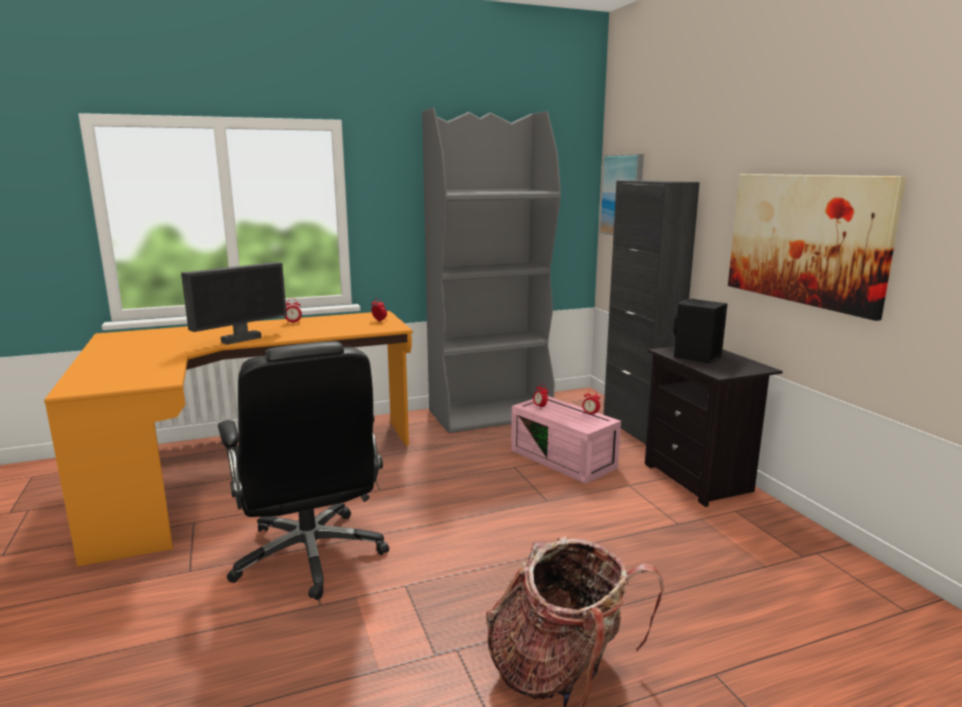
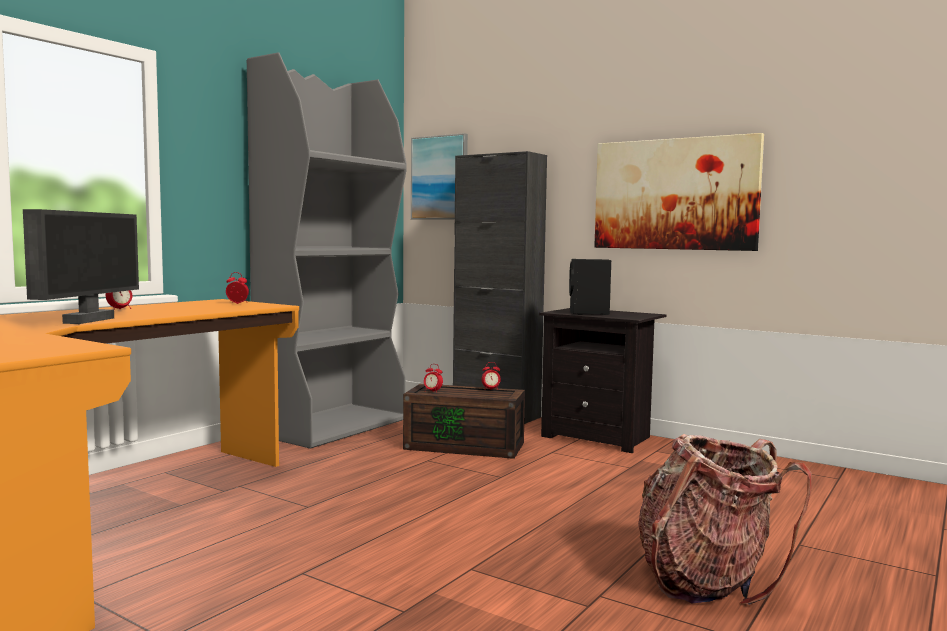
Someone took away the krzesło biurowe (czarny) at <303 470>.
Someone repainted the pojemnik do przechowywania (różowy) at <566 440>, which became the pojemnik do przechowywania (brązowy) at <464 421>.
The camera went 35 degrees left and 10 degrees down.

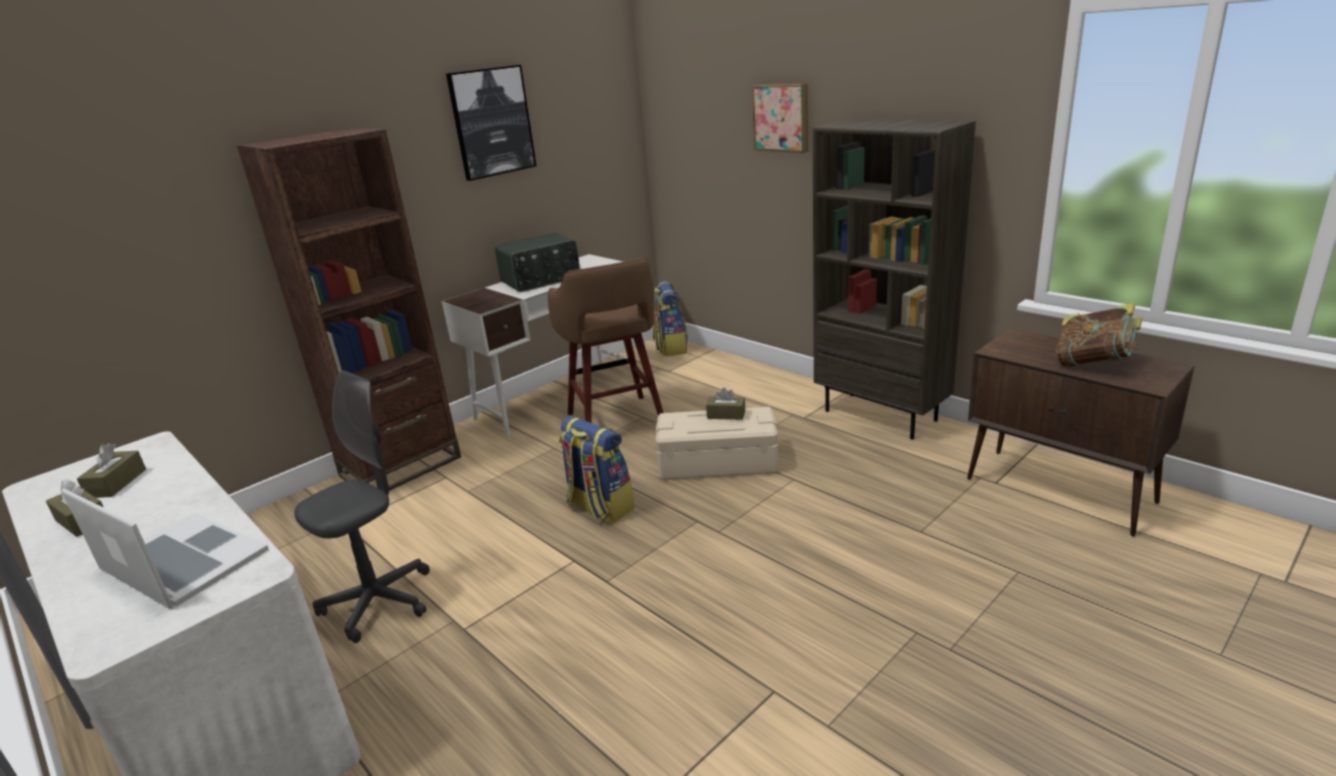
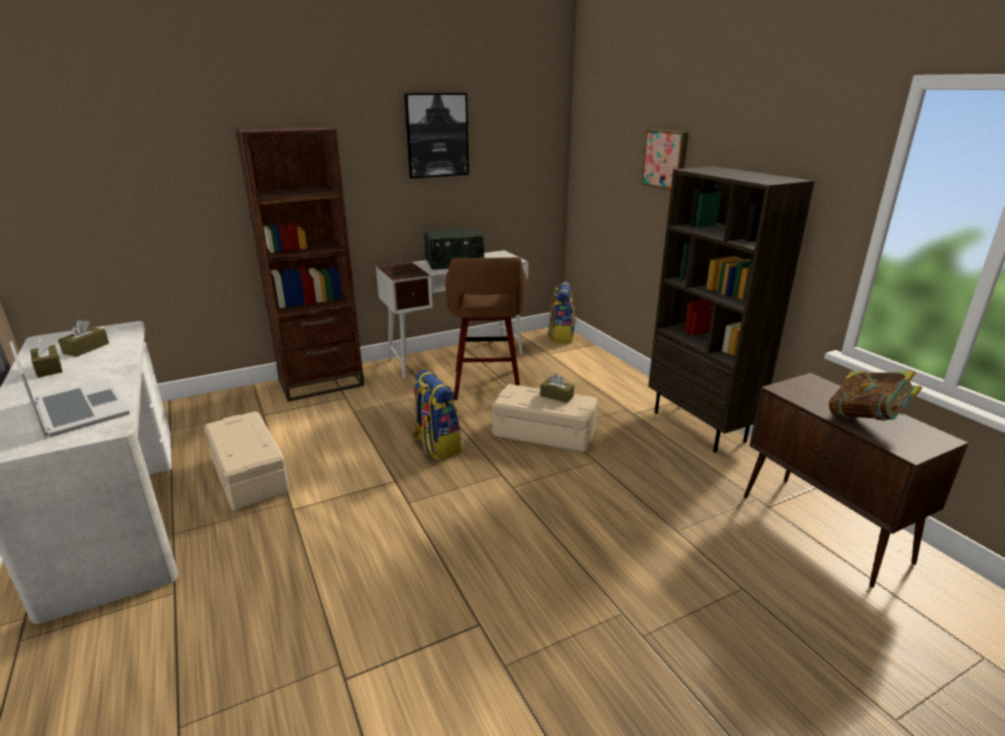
Someone swapped the krzesło biurowe (szary) at <362 506> for the pojemnik do przechowywania (beżowy) at <247 460>.
The camera went 15 degrees right and 0 degrees up.

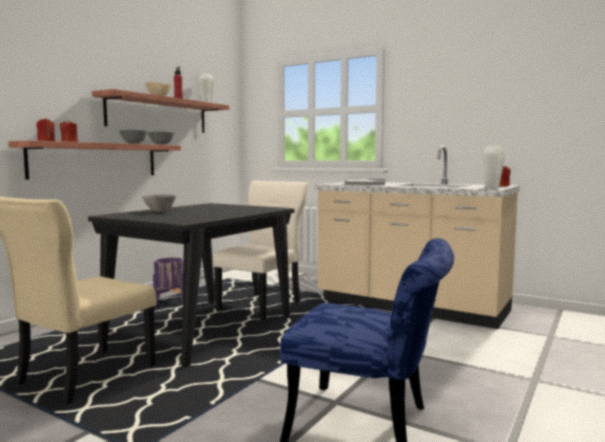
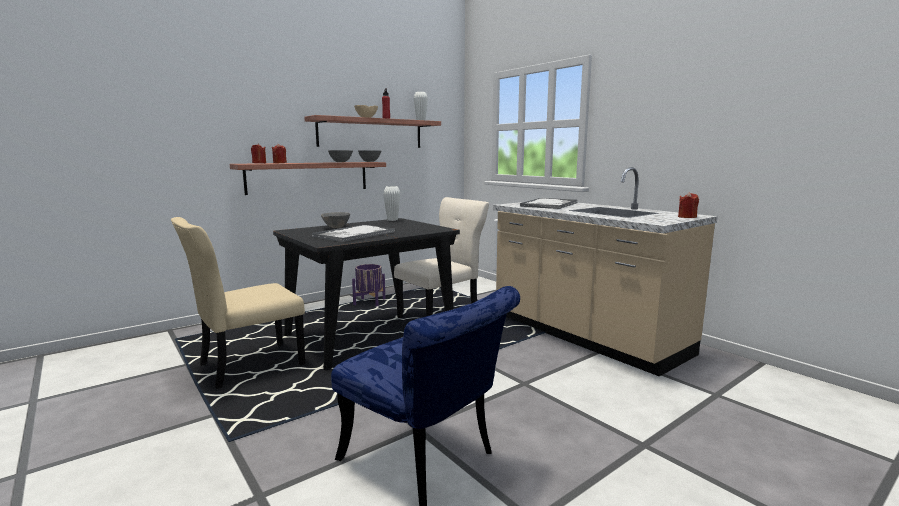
Someone carried the wazon (biały) from <494 167> to <391 203>.
Someone put down the taca at <353 233>.
The camera went 20 degrees right and 5 degrees up.

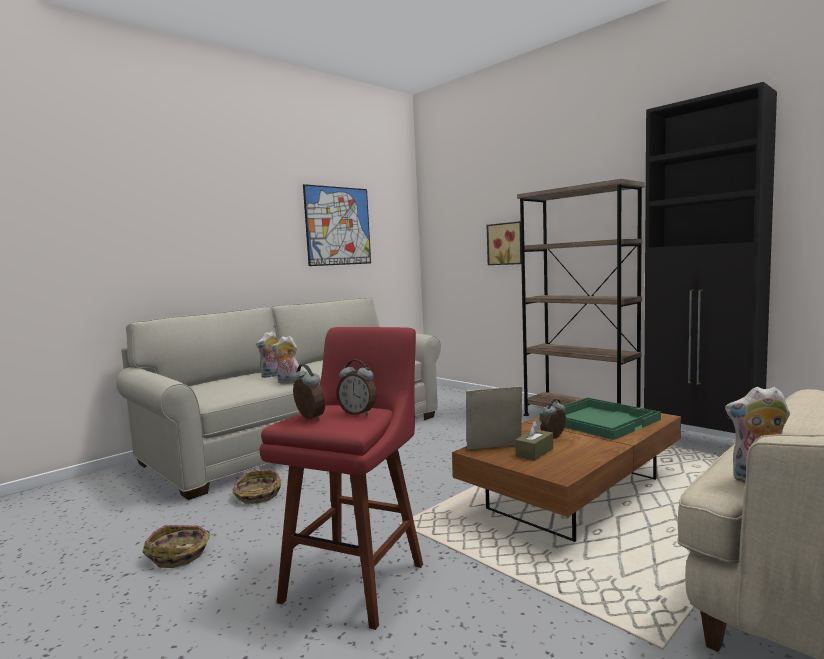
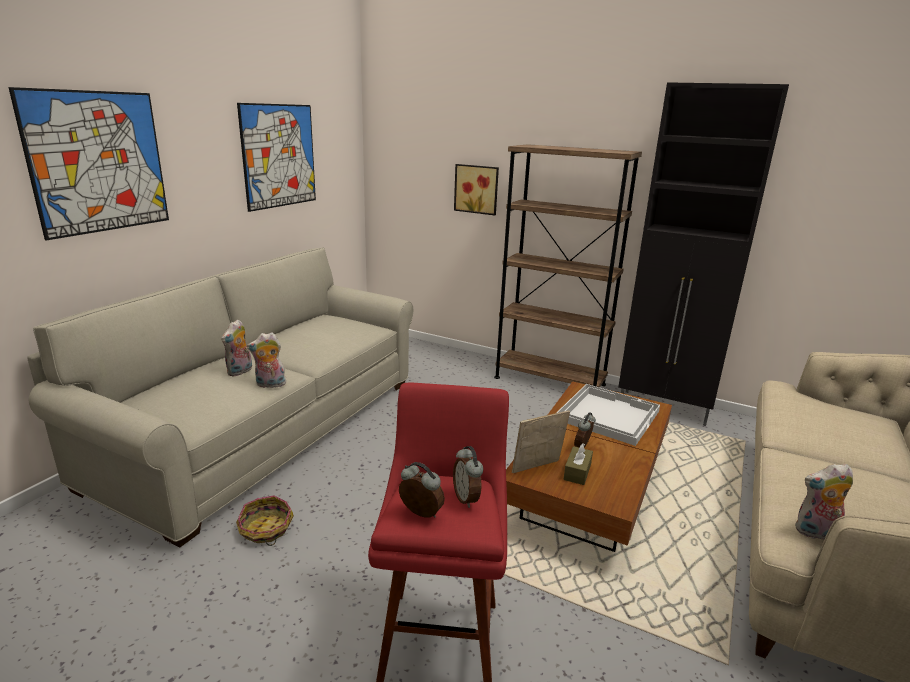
Someone took away the koszyk at <176 546>.
Someone rotated the budzik at <356 387> by 60 degrees clockwise.
Someone repainted the taca (zielony) at <600 419>, which became the taca (biały) at <608 415>.
Someone put up the obraz at <88 164>.
The camera went 20 degrees left and 15 degrees up.

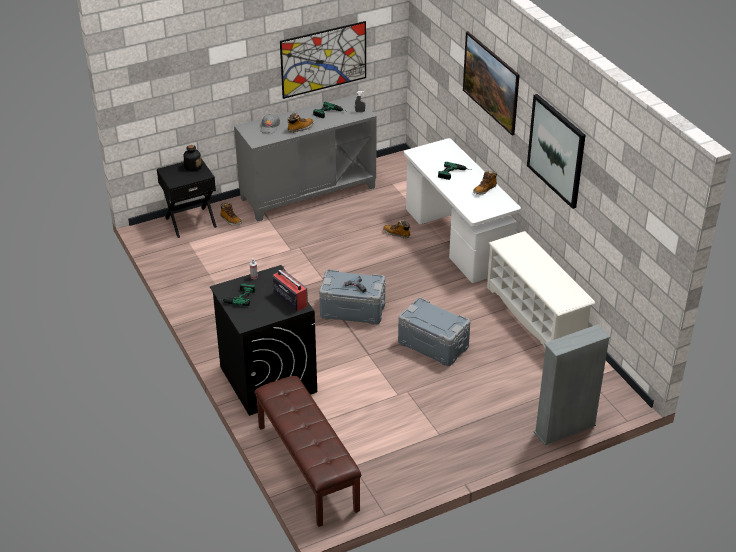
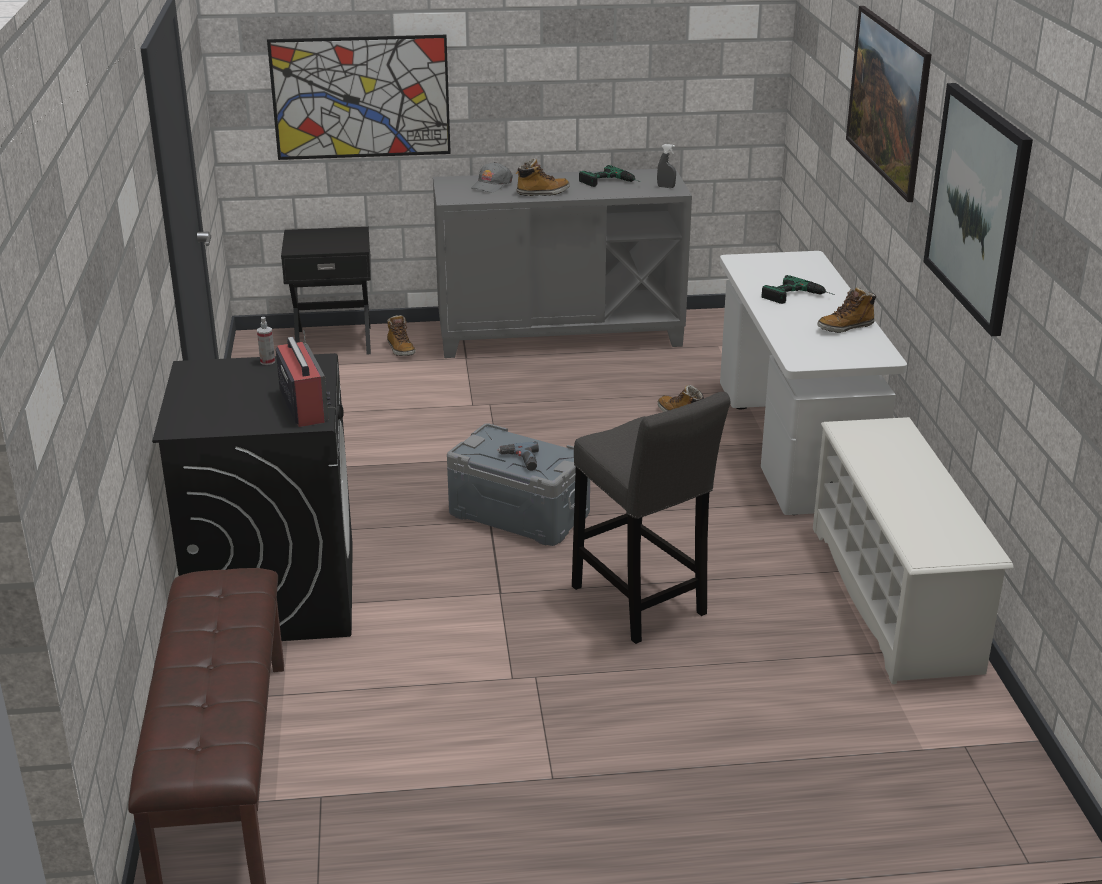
Someone took away the butelka at <193 158>.
Someone took away the wiertarka at <236 294>.
Someone carried the obraz from <323 60> to <359 97>.
Someone swapped the pojemnik do przechowywania (szary) at <434 331> for the stołek (szary) at <651 518>.
Someone took away the regał (szary) at <572 384>.
The camera went 20 degrees right and 10 degrees down.

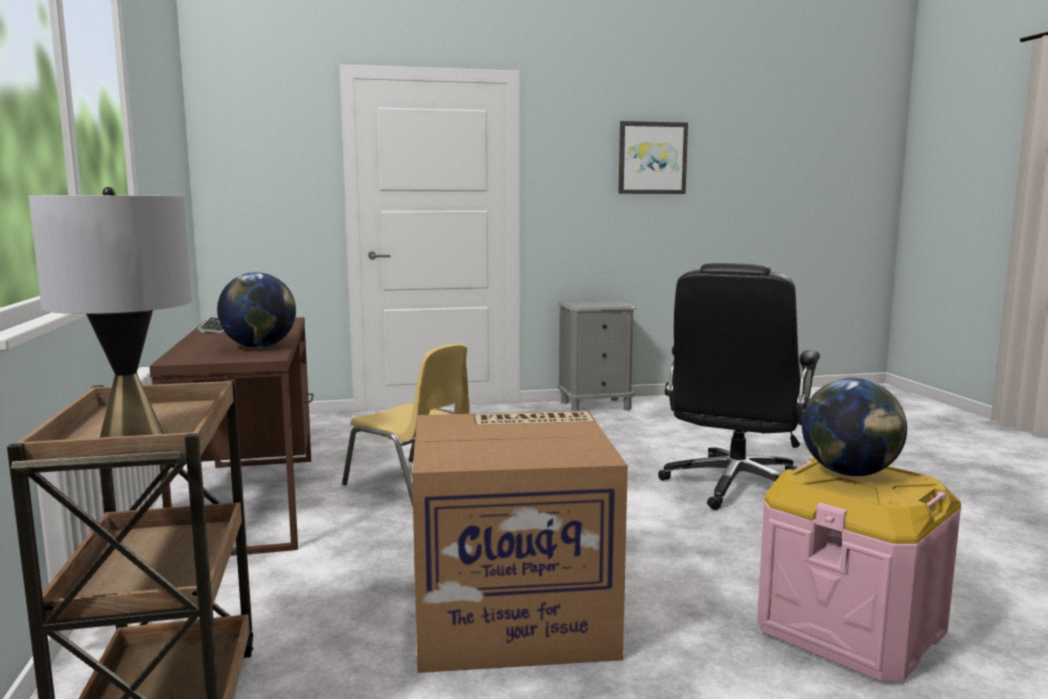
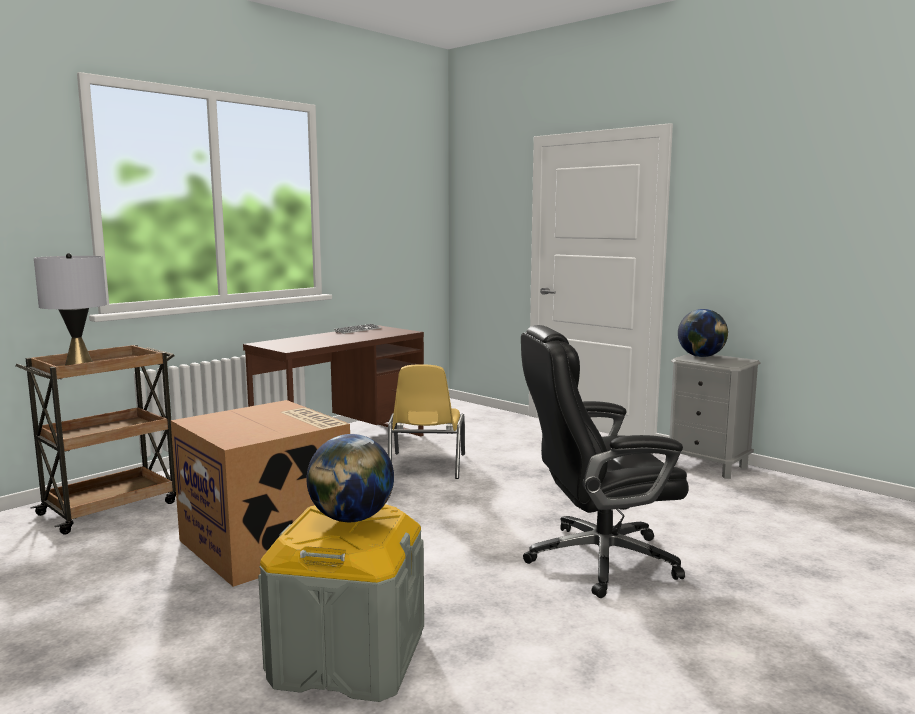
Someone carried the globus from <256 310> to <703 333>.
Someone took away the obraz at <653 157>.
Someone repainted the pojemnik do przechowywania (różowy) at <859 569>, which became the pojemnik do przechowywania (szary) at <341 603>.
The camera went 55 degrees right and 0 degrees up.

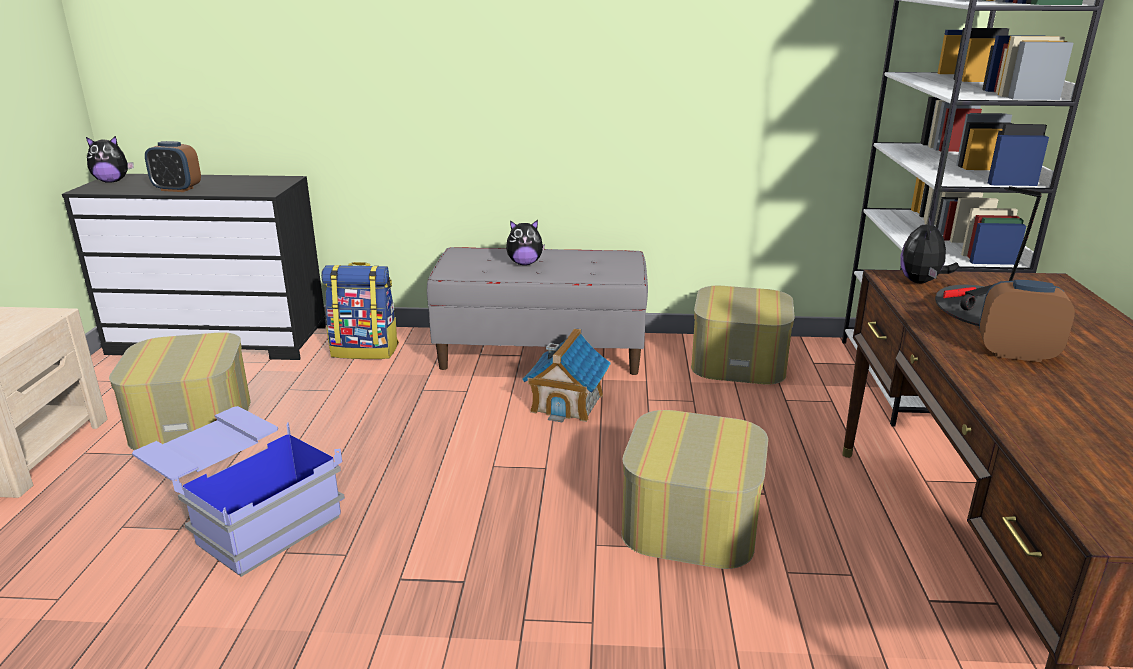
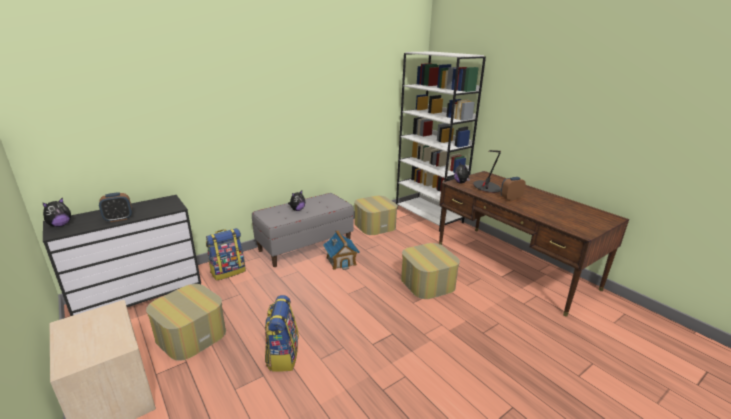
Someone swapped the pojemnik do przechowywania (niebieski) at <238 491> for the plecak at <282 333>.
The camera went 40 degrees left and 0 degrees up.

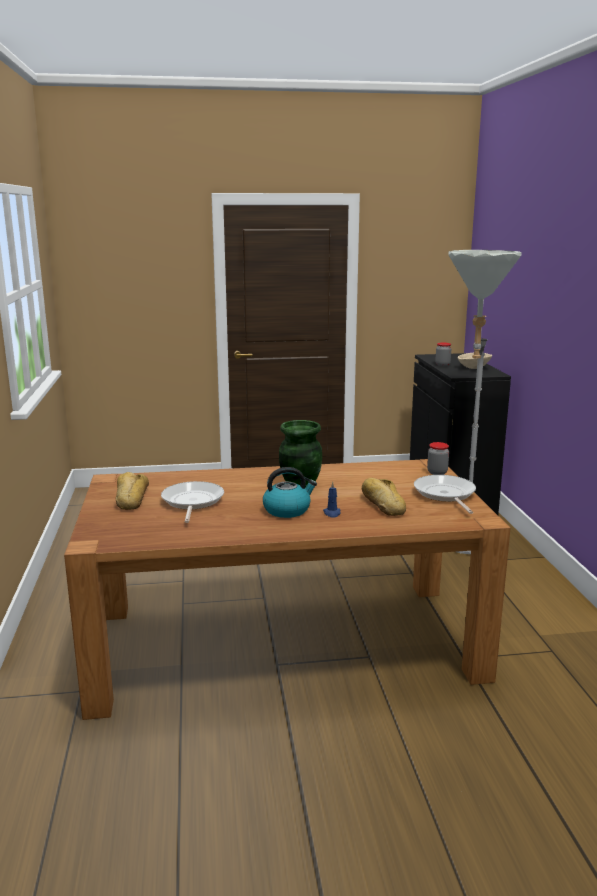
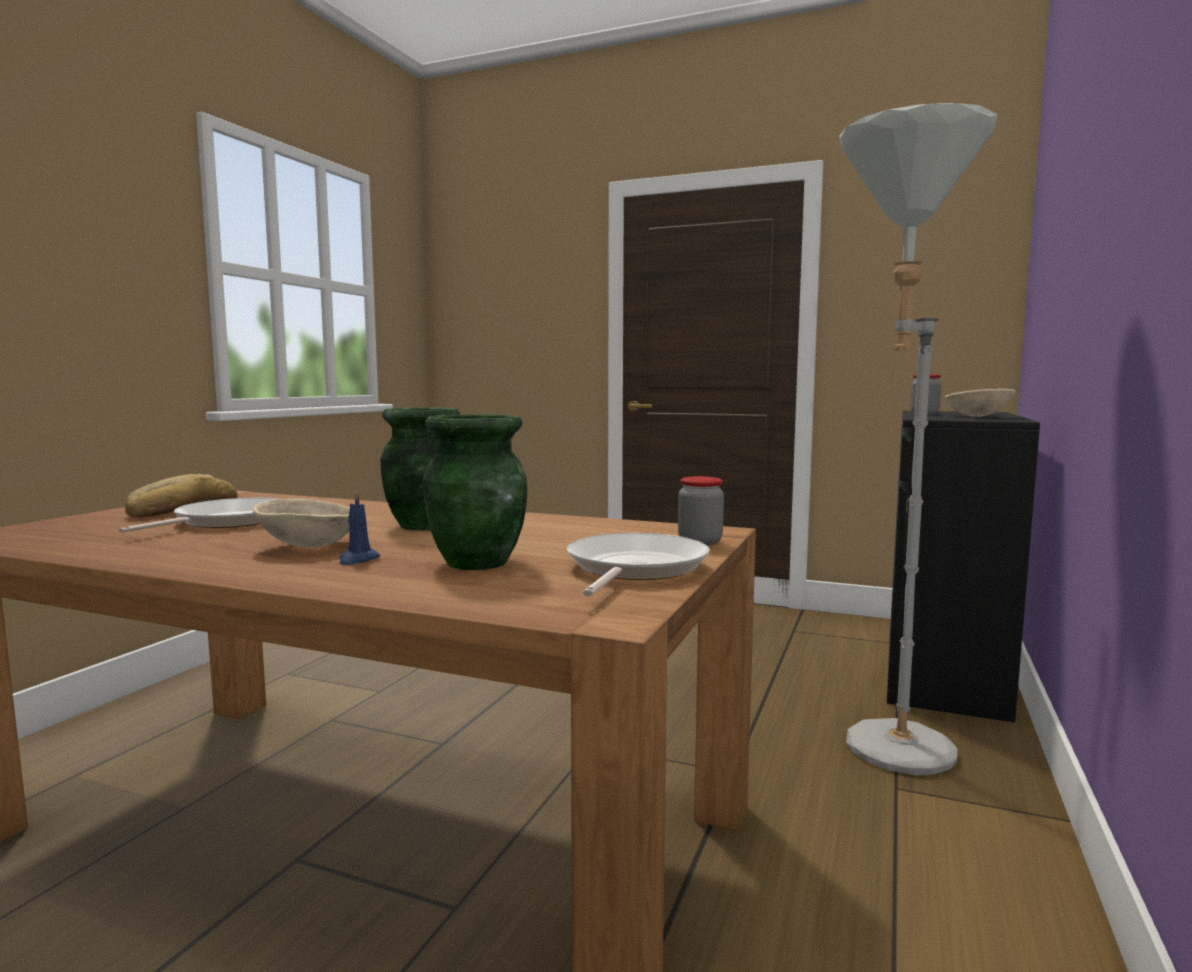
Someone swapped the czajnik at <290 492> for the miska (beżowy) at <301 523>.
Someone swapped the chleb at <384 497> for the wazon (zielony) at <475 492>.
The camera went 30 degrees right and 10 degrees down.

